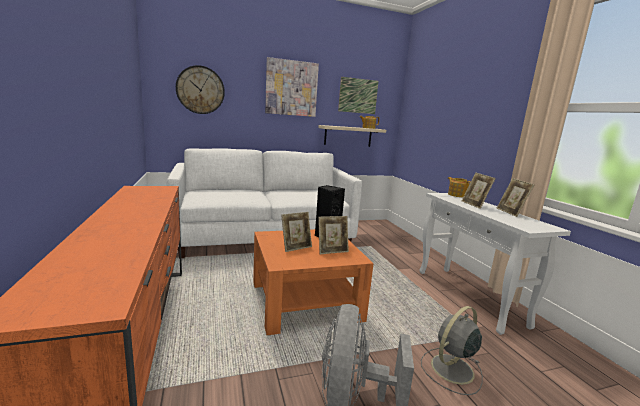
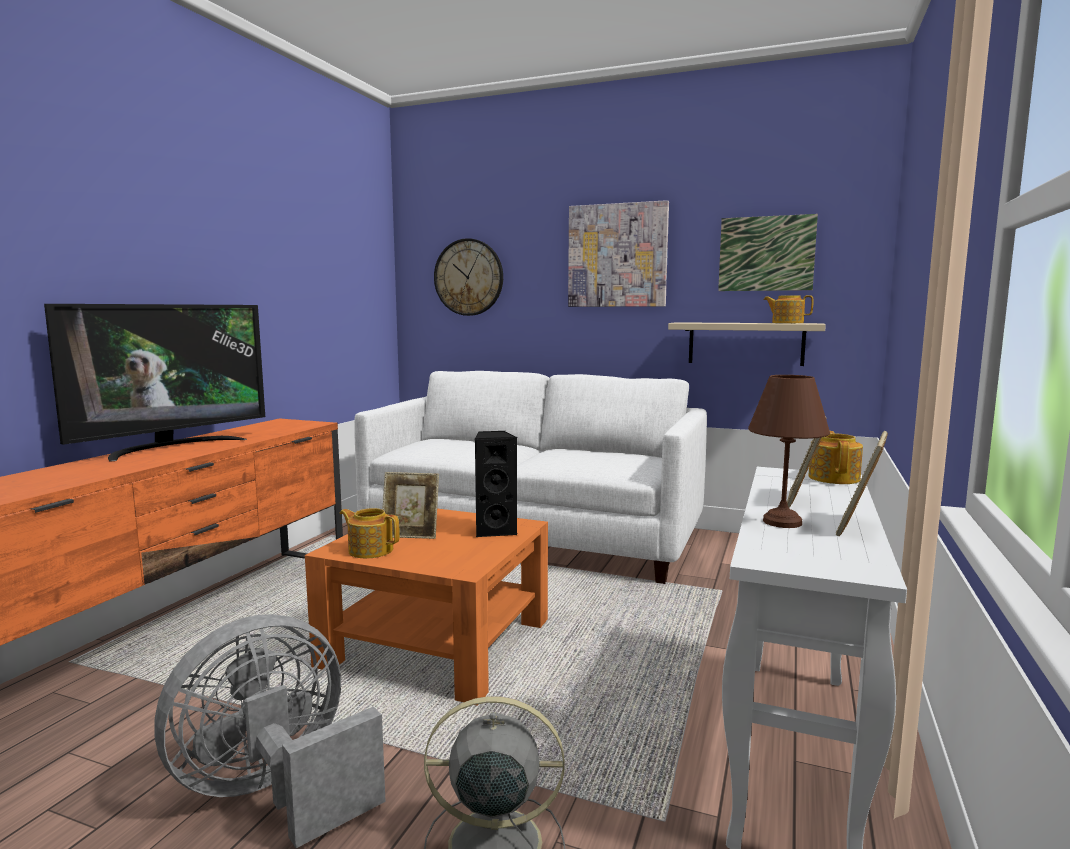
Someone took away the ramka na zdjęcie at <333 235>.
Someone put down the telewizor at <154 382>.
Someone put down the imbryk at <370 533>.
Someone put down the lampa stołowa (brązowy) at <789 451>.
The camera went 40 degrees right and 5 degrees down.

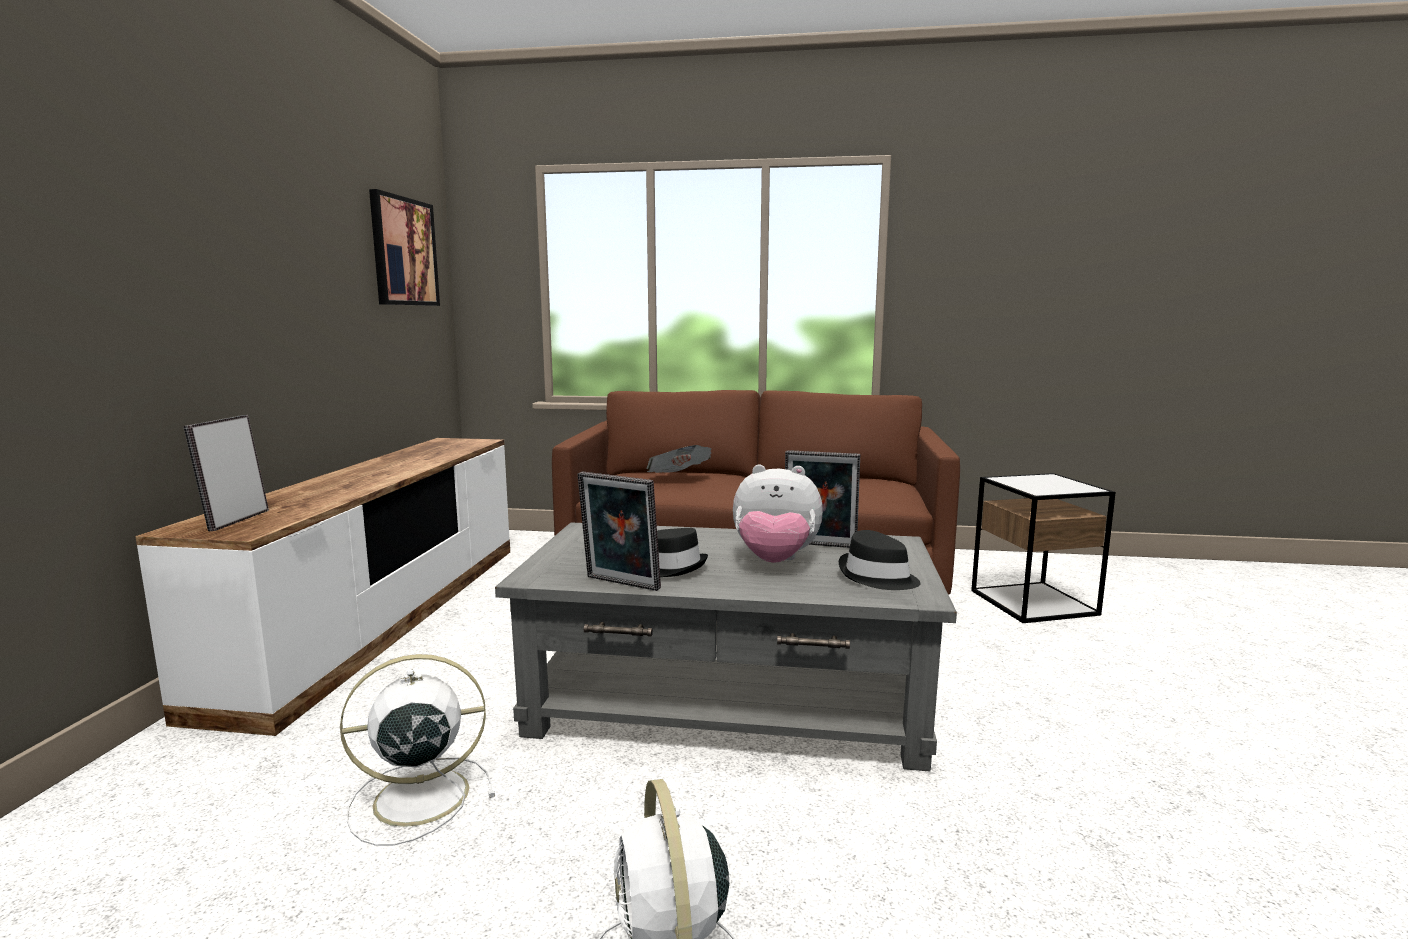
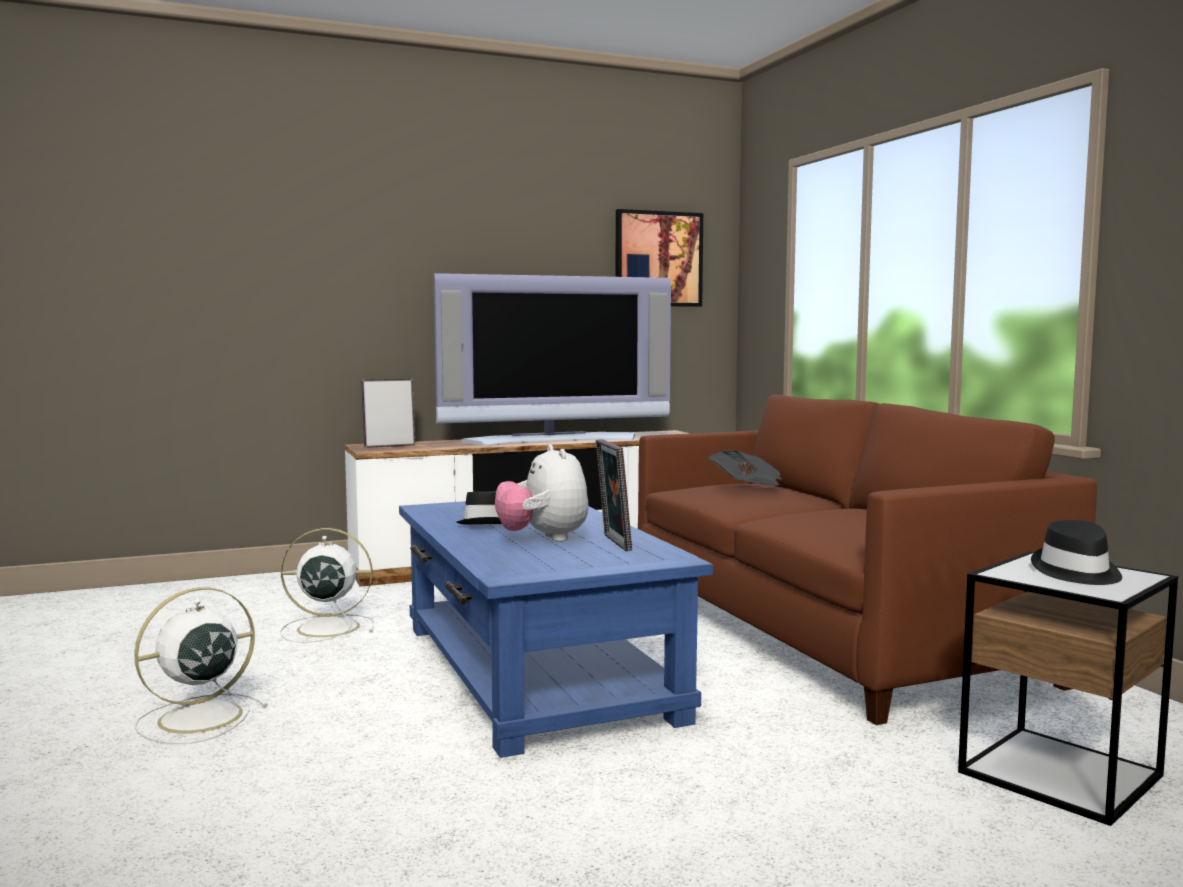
Someone rotated the wentylator (biały) at <417 750> by 45 degrees counterclockwise.
Someone repainted the ława (szary) at <726 647>, which became the ława (niebieski) at <556 629>.
Someone took away the ramka na zdjęcie at <619 531>.
Someone carried the kapelusz (czarny) from <880 560> to <1076 552>.
Someone put down the telewizor at <552 359>.
The camera went 60 degrees right and 5 degrees down.

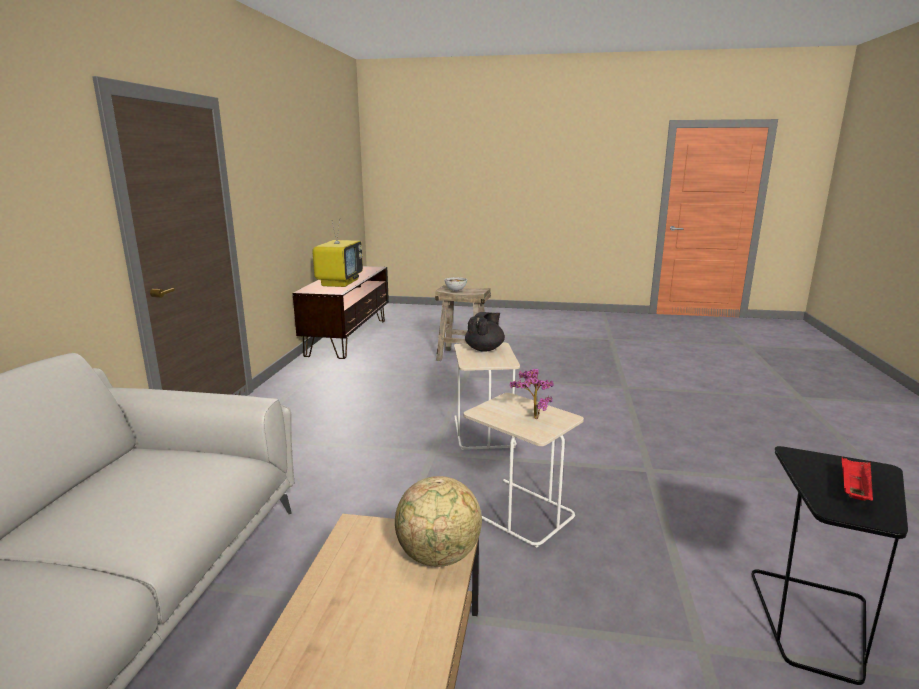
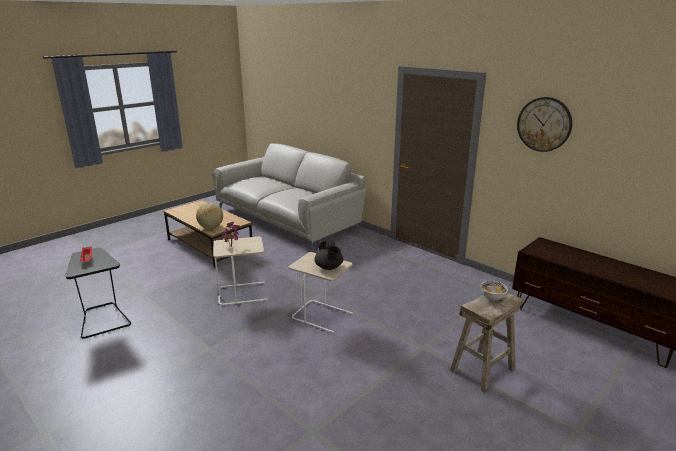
Someone took away the telewizor at <337 252>.
Someone put up the zegar ścienny at <544 124>.
The camera went 125 degrees right and 5 degrees up.

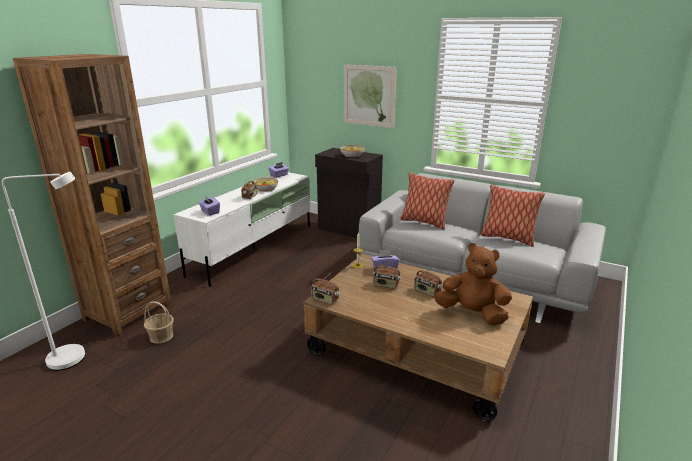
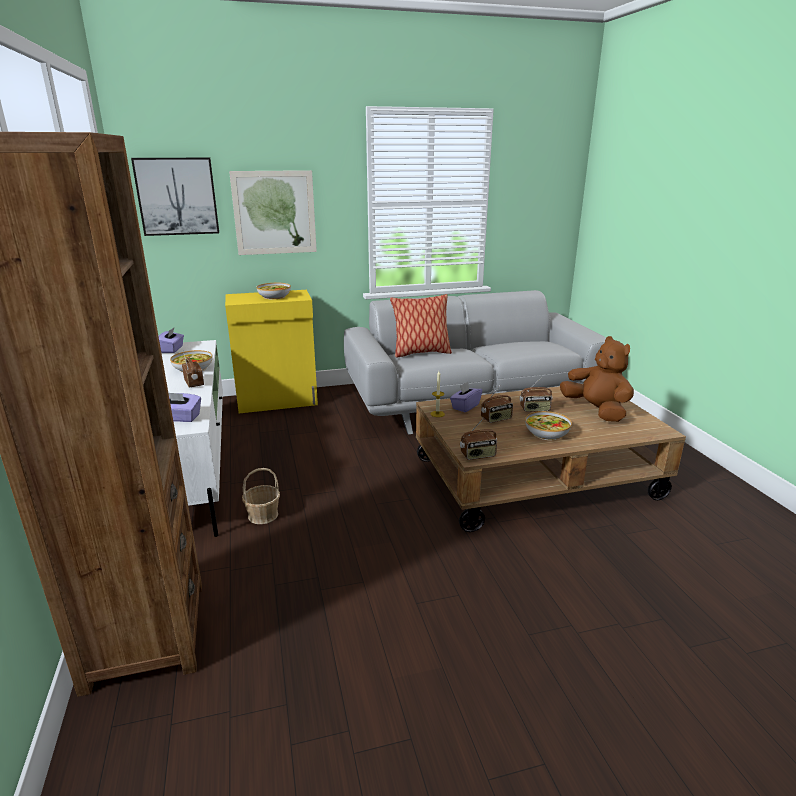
Someone took away the lampa stojąca (biały) at <43 271>.
Someone carried the koszyk from <159 322> to <261 496>.
Someone repainted the szafka (czarny) at <349 193>, which became the szafka (żółty) at <271 351>.
Someone rotated the pluszak (brązowy) at <473 284> by 75 degrees clockwise.
Someone took away the poduszka at <513 216>.
Someone put up the obraz at <175 197>.
Someone put down the miska at <548 425>.
The camera went 45 degrees left and 0 degrees up.

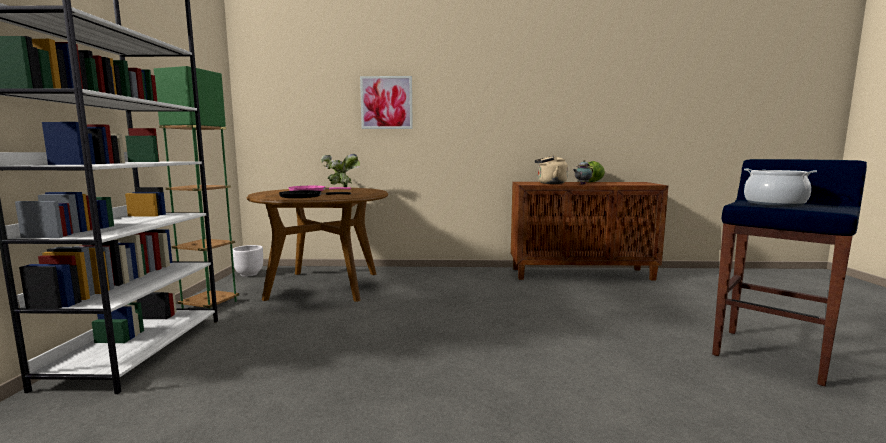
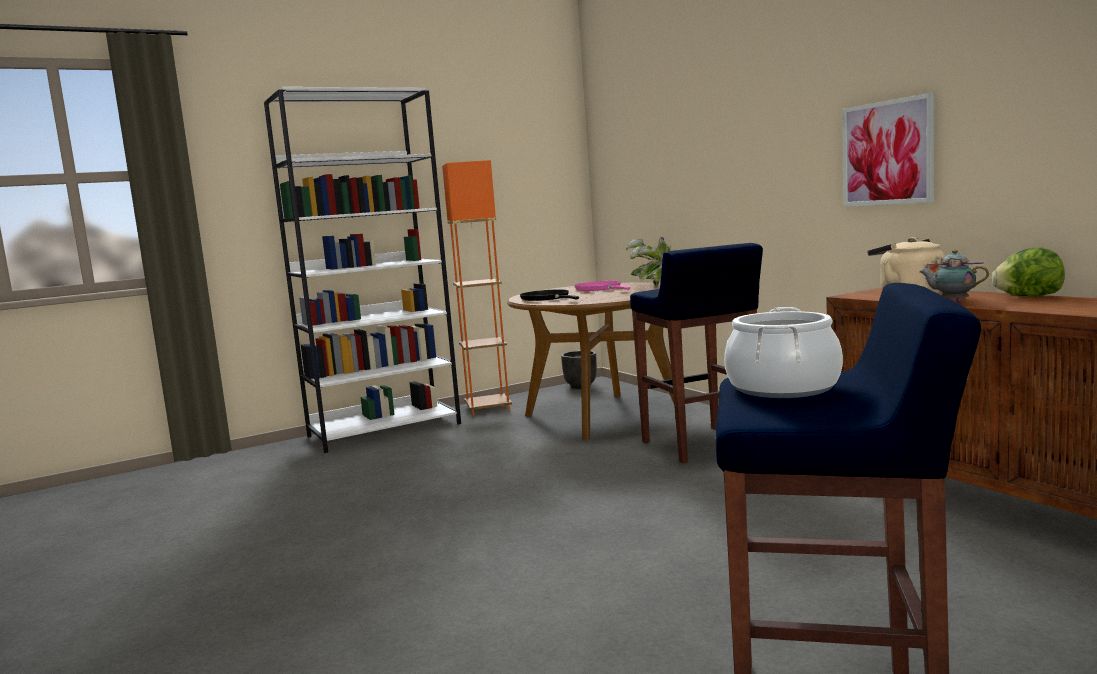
Someone repainted the lampa stojąca (zielony) at <196 187>, which became the lampa stojąca (pomarańczowy) at <477 288>.
Someone repainted the donica (biały) at <248 261>, which became the donica (czarny) at <579 370>.
Someone carried the obraz from <386 102> to <888 150>.
Someone put down the stołek (niebieski) at <696 353>.
The camera went 60 degrees right and 0 degrees up.

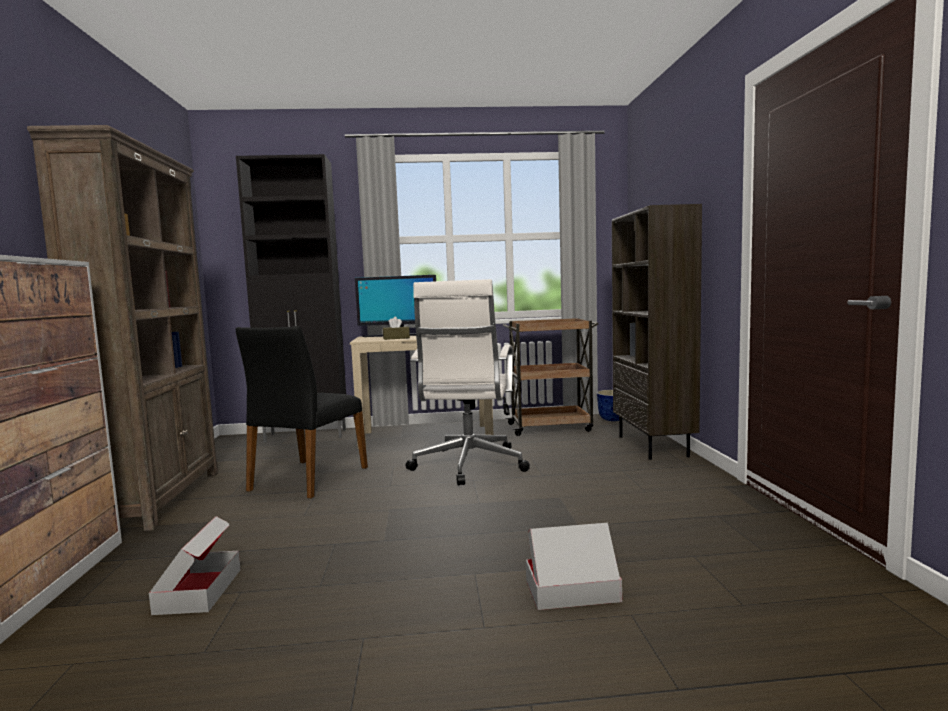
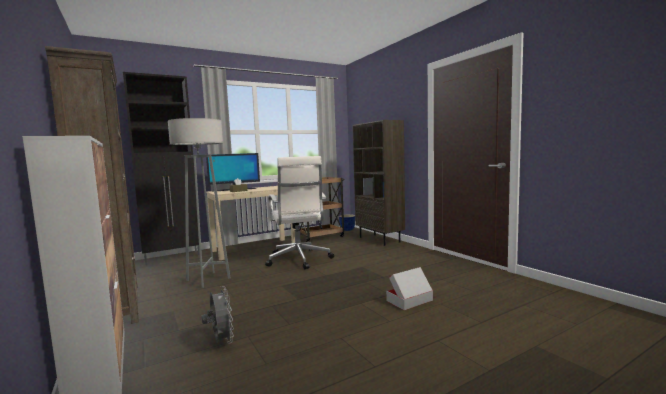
Someone swapped the karton at <194 565> for the wentylator (szary) at <217 315>.
Someone swapped the krzesło (czarny) at <301 412> for the lampa stojąca (szary) at <199 203>.
The camera went 25 degrees left and 0 degrees up.

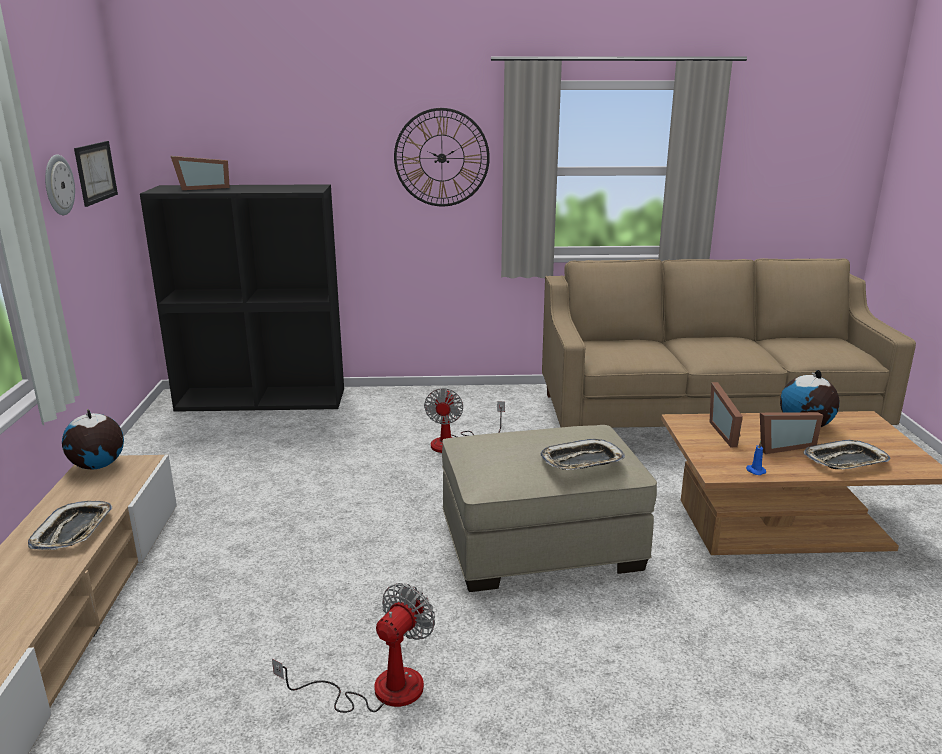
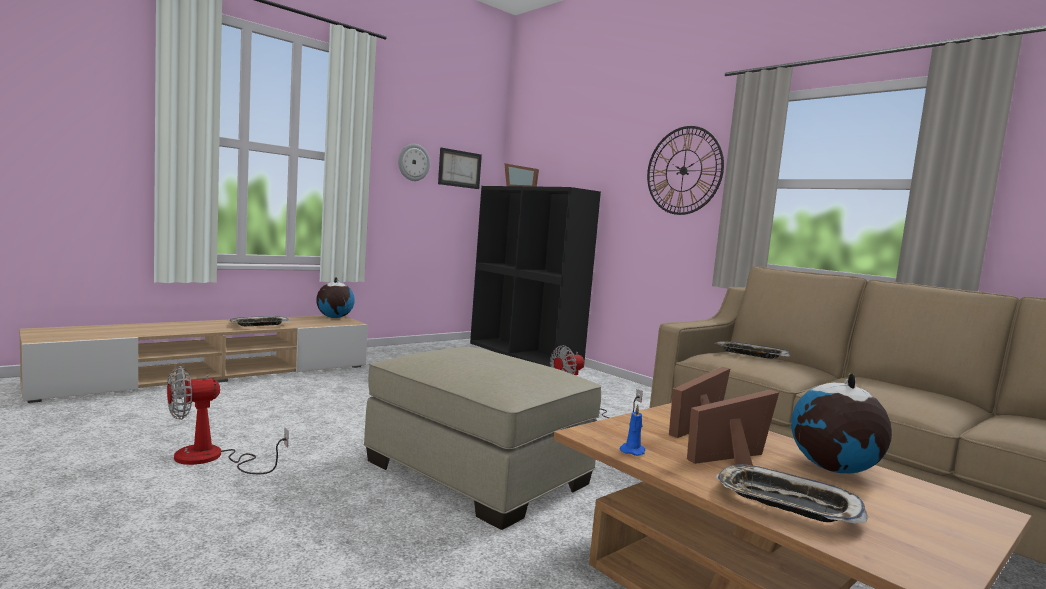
Someone rotated the wentylator at <353 648> by 150 degrees clockwise.
Someone carried the taca from <582 454> to <753 350>.
Someone rotated the ramka na zdjęcie at <791 433> by 120 degrees clockwise.
The camera went 50 degrees right and 15 degrees down.

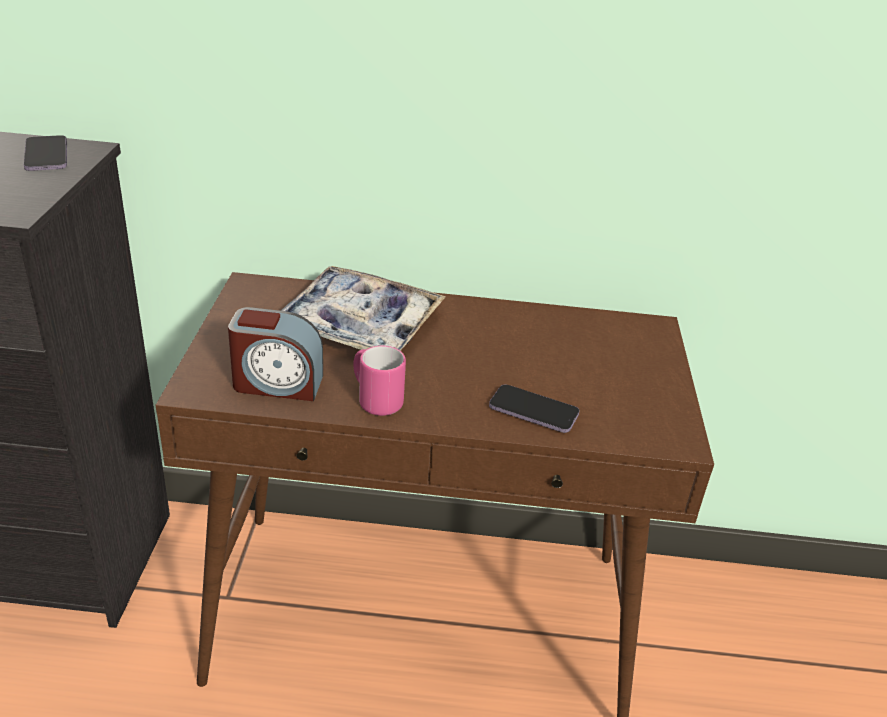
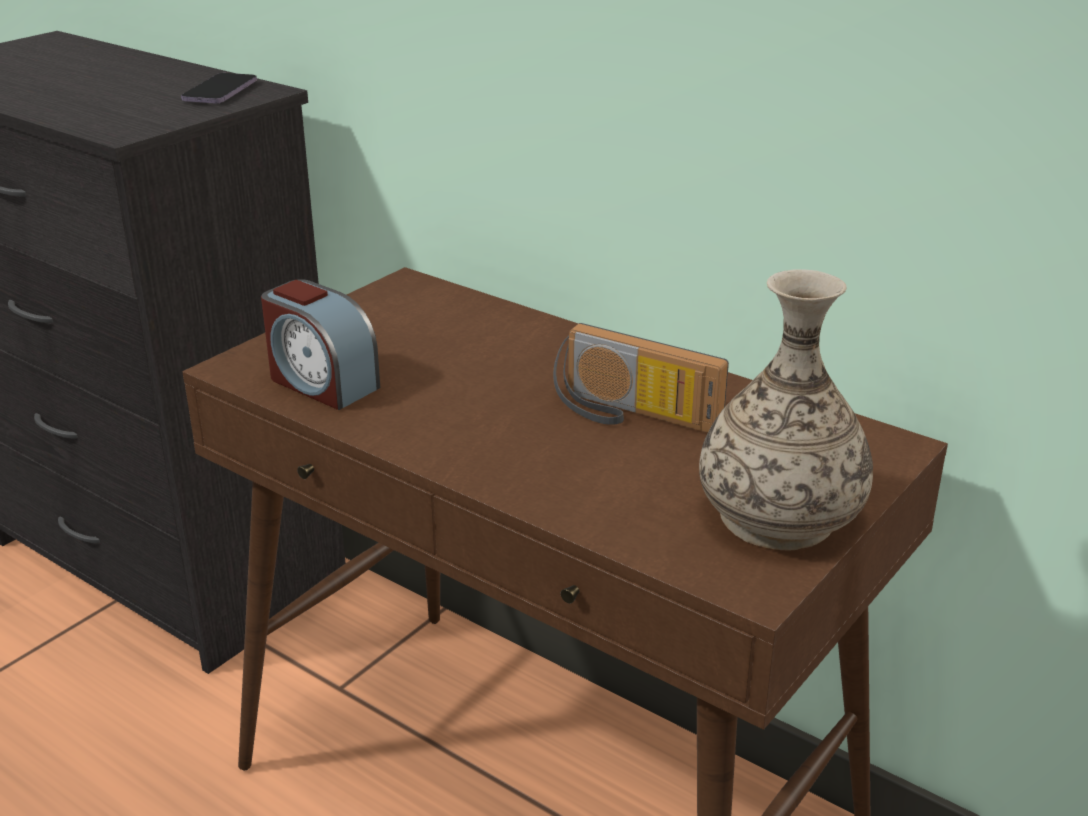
Someone took away the taca at <363 308>.
Someone took away the kubek (różowy) at <379 381>.
Someone took away the telefon at <534 408>.
Someone put down the radio at <641 378>.
Someone put down the wazon at <786 409>.
The camera went 35 degrees right and 5 degrees down.

